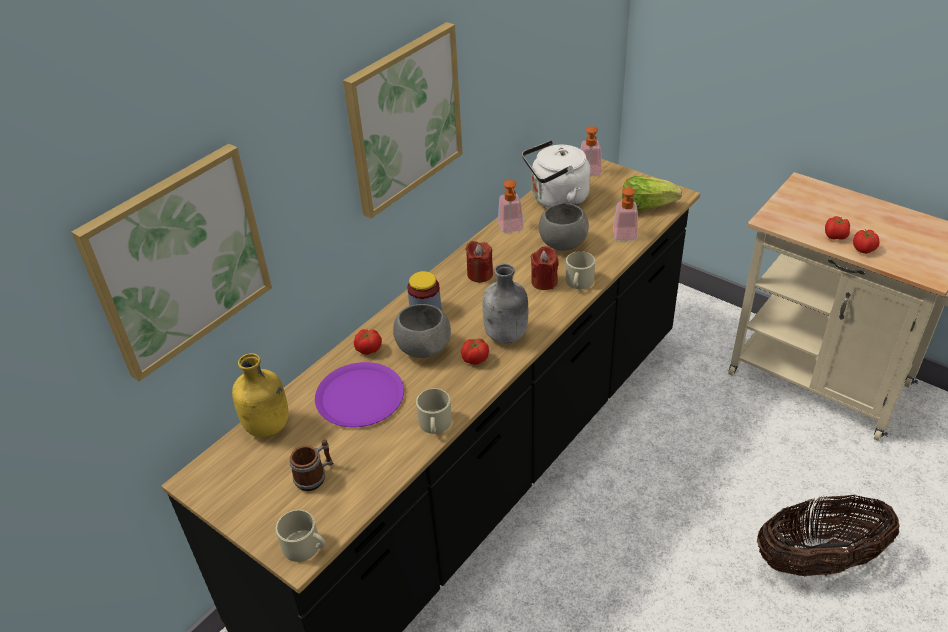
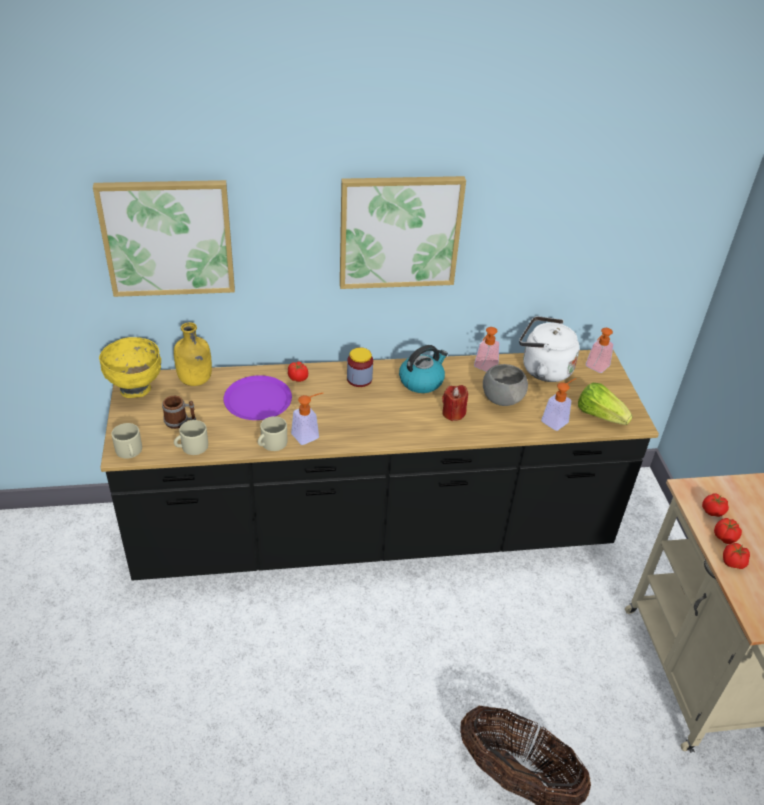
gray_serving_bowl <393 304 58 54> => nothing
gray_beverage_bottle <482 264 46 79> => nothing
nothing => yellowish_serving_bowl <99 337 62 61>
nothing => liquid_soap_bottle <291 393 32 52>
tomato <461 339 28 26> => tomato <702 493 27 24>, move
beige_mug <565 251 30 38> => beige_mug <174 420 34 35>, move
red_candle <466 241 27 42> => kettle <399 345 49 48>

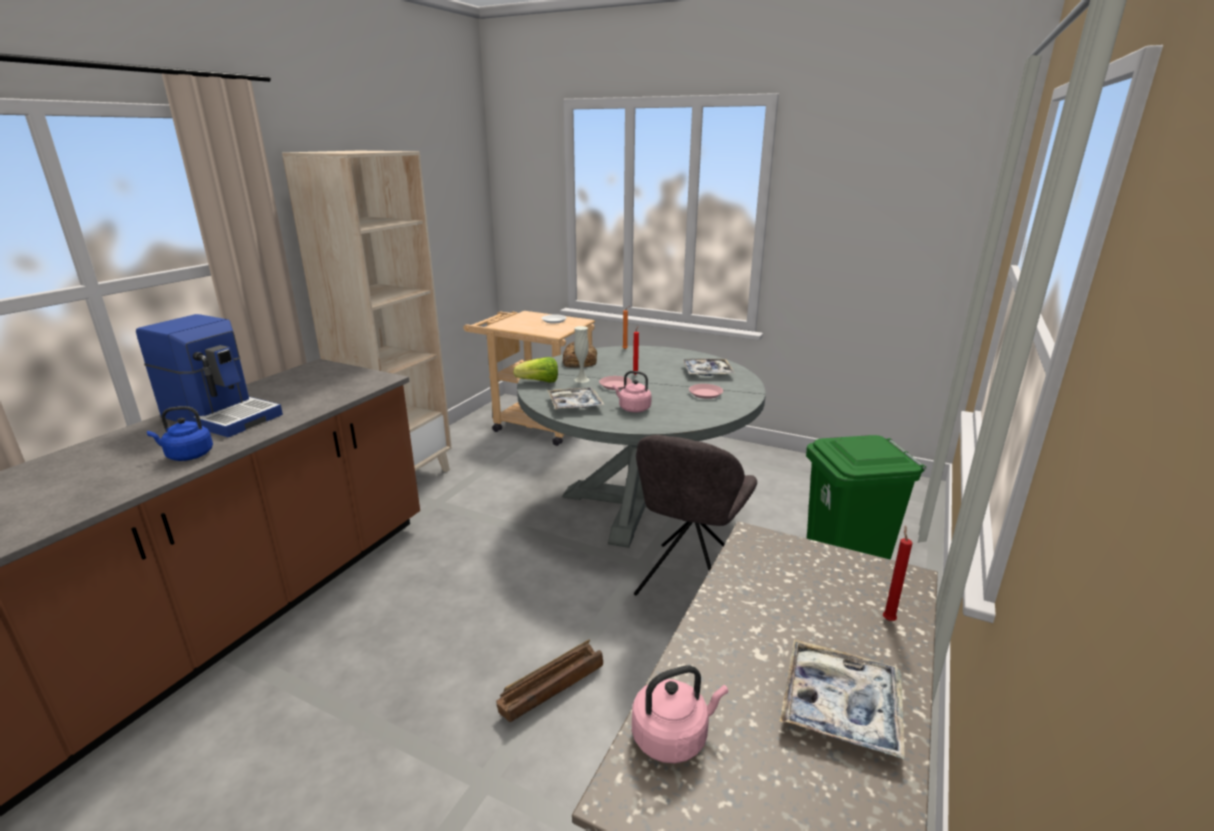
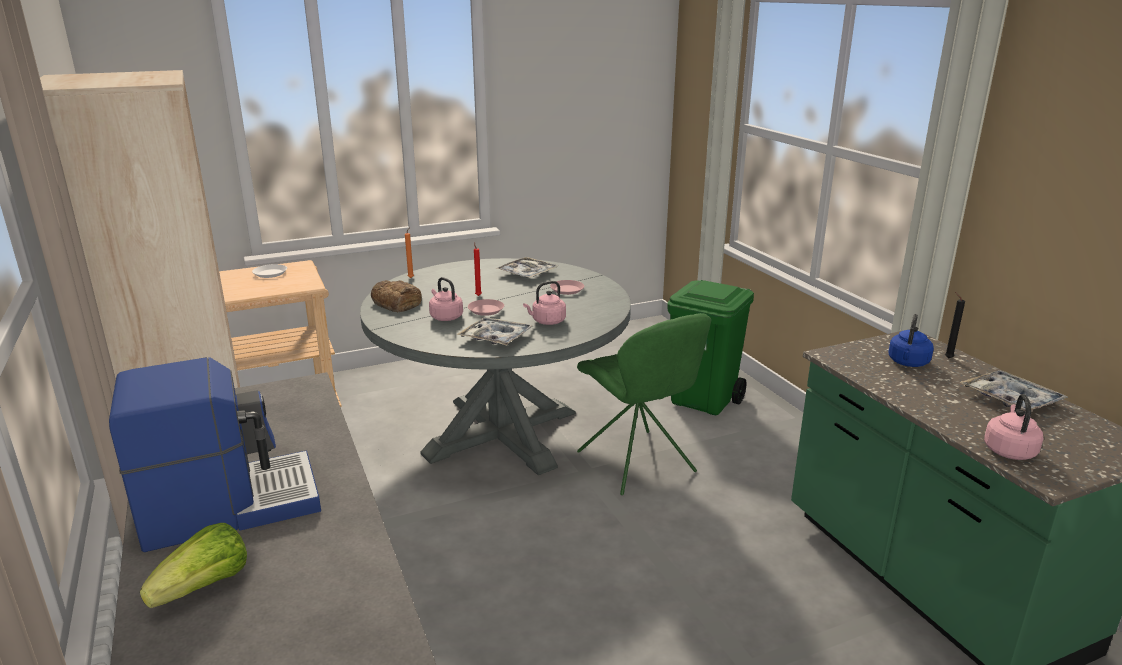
crate <496 640 107 82> => nothing
bluish_kettle <147 406 66 55> => bluish_kettle <888 314 46 53>, move
lettuce_head <513 357 45 26> => lettuce_head <140 523 107 85>, move
white_flower_vase <574 326 16 57> => pink-coloured_kettle <429 277 34 44>
gray_chair <634 435 123 161> => greenish_chair <577 313 134 182>
red_candle <883 525 30 96> => blackish_candle <945 292 20 66>

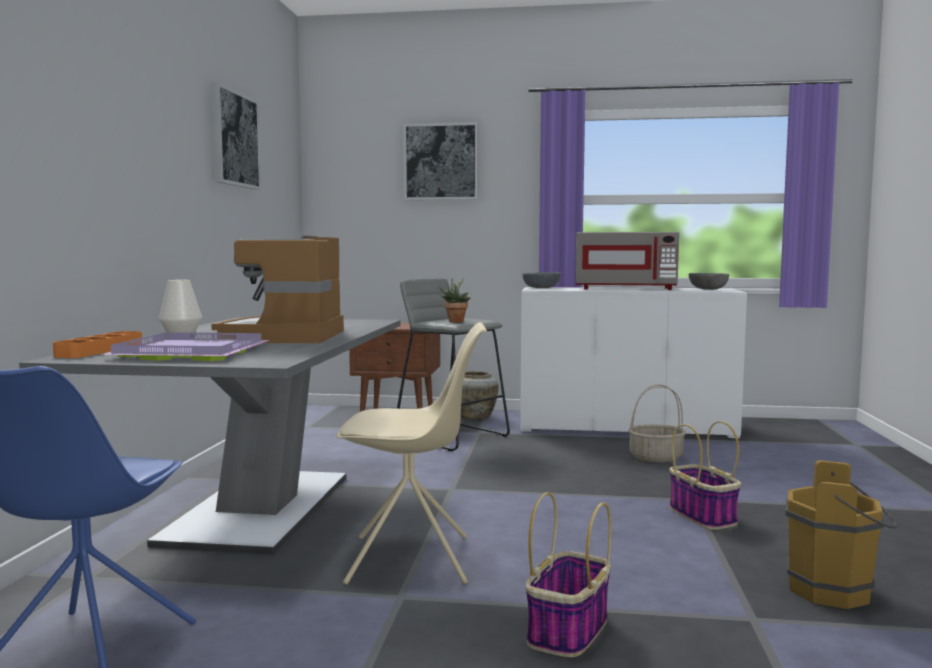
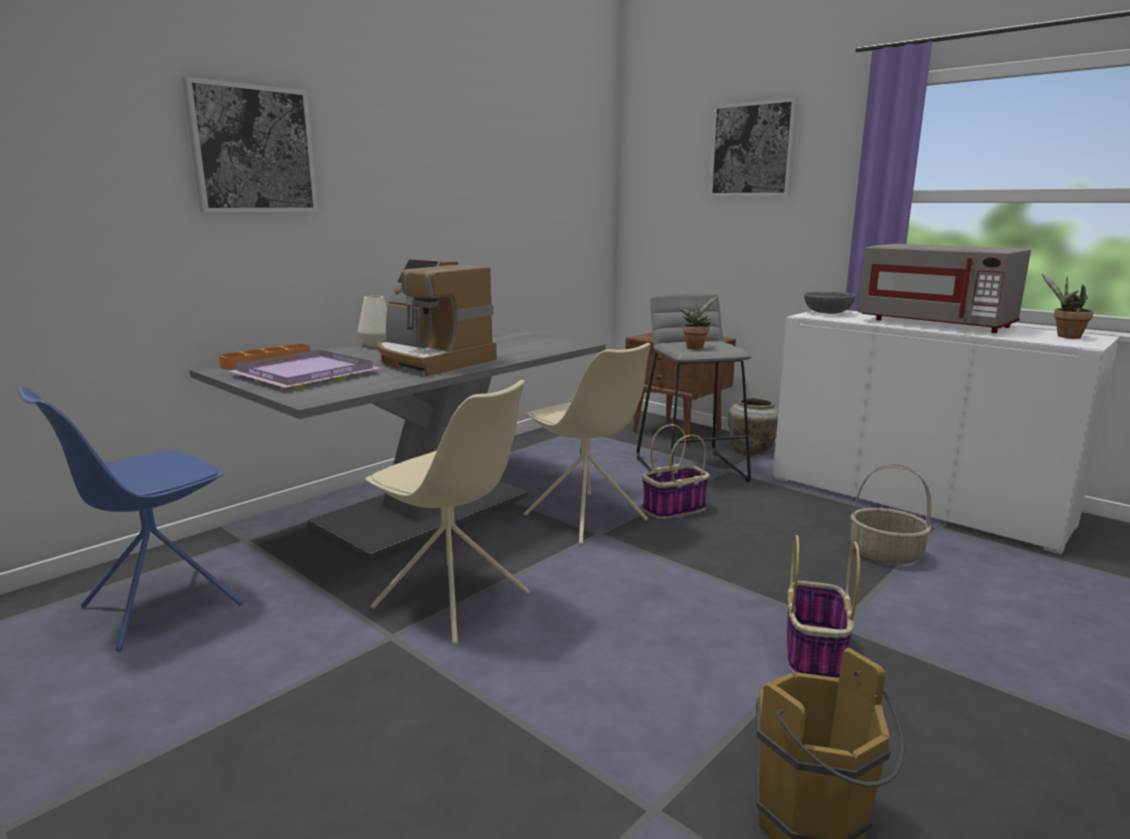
nothing => beige_chair <524 343 127 202>
wall_picture <211 82 50 108> => wall_picture <182 77 136 135>, move
storage_basket <525 492 87 166> => storage_basket <642 424 68 95>, move
gray_serving_bowl <689 273 40 17> => houseplant <1042 274 52 65>
coffee_maker <211 236 133 107> => coffee_maker <377 259 120 117>, 90 degrees counterclockwise

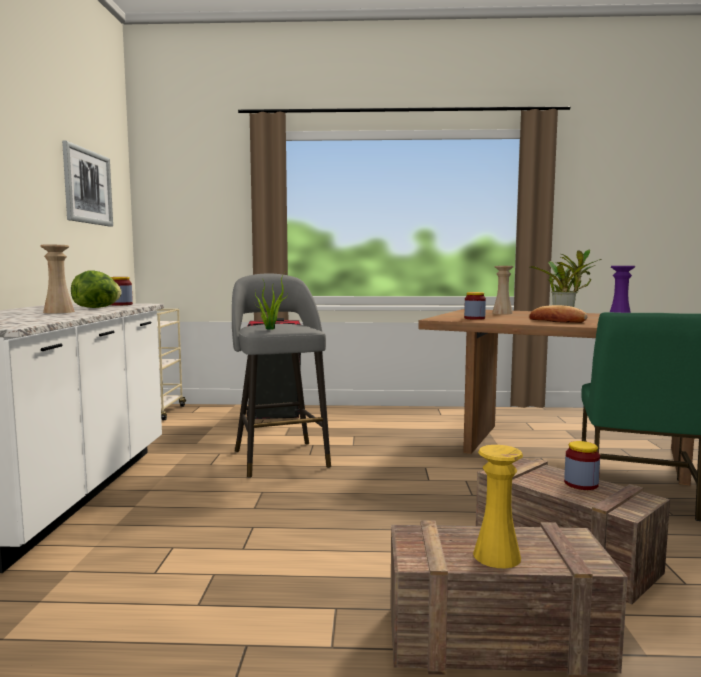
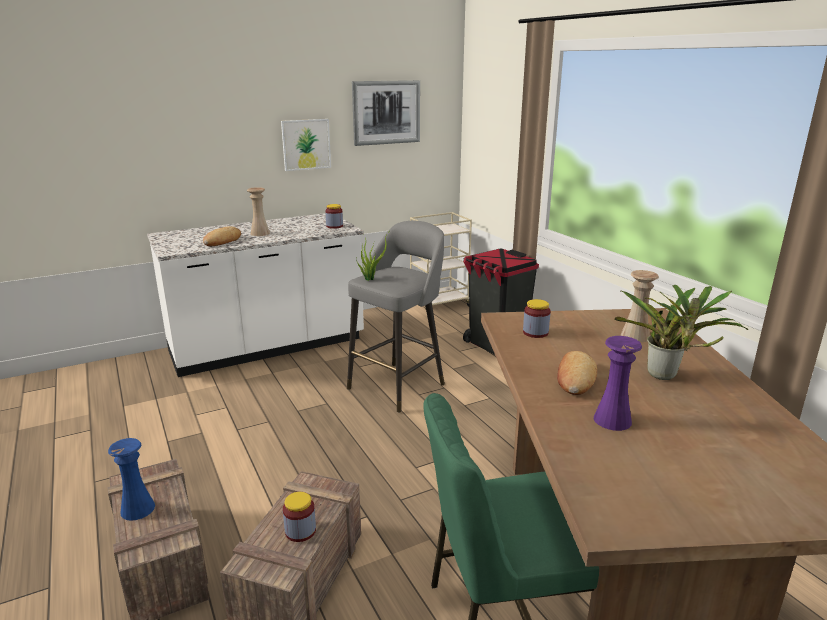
lettuce_head <71 270 51 38> => nothing
nothing => bakery_bread <203 226 38 20>
nothing => wall_picture <281 119 50 52>
yellowish_flower_vase <473 445 50 123> => bluish_flower_vase <108 438 47 83>

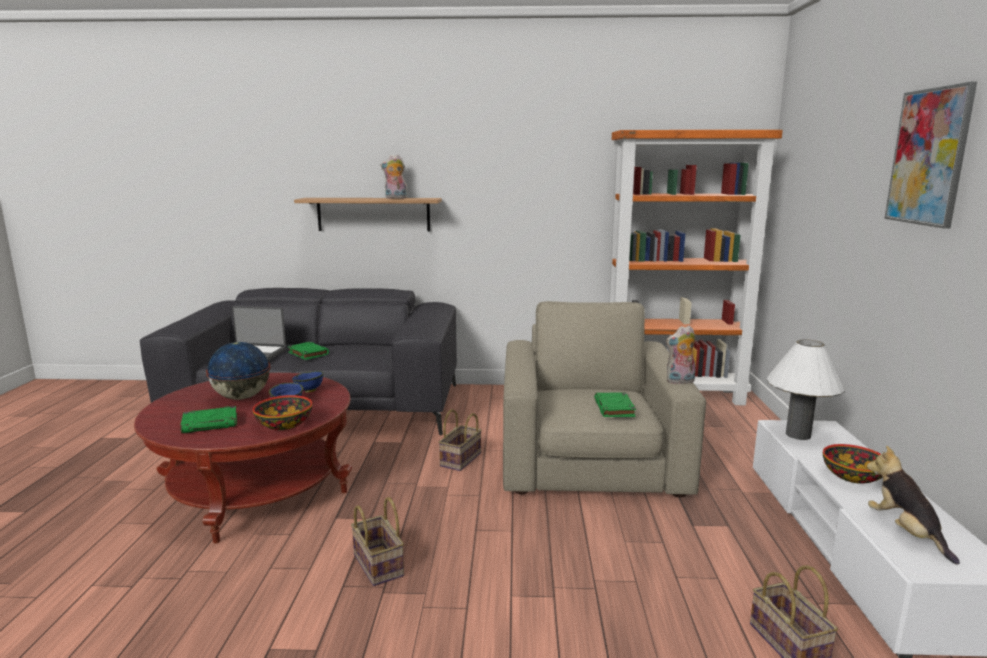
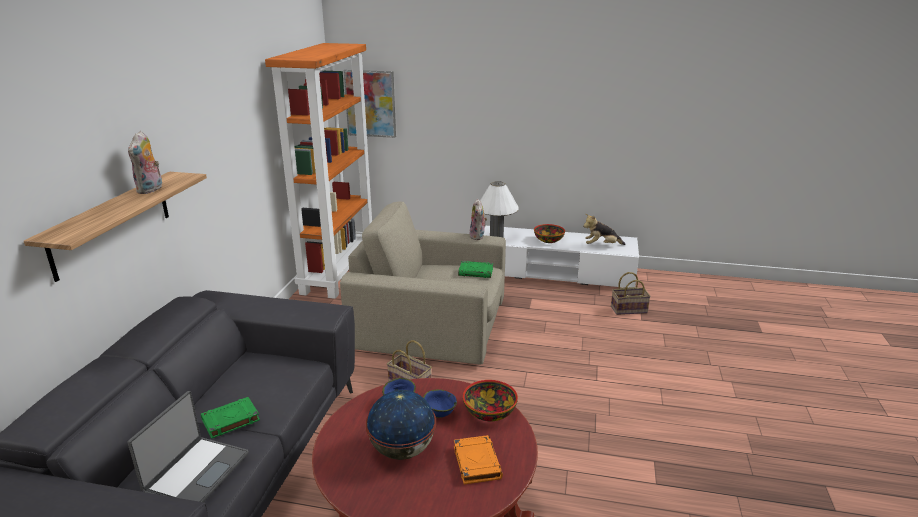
storage_basket <351 497 53 89> => nothing
wall_picture <884 82 93 147> => wall_picture <343 70 53 68>, move
greenish_bound_book <180 406 57 28> => orange_bound_book <454 435 49 49>

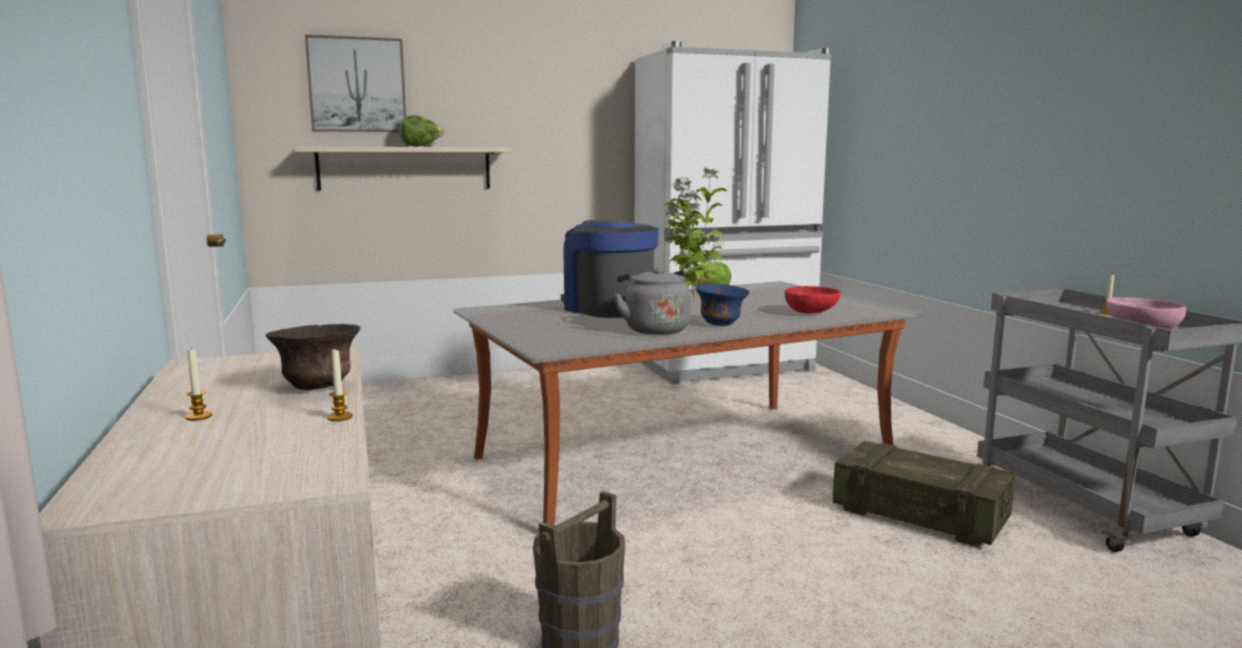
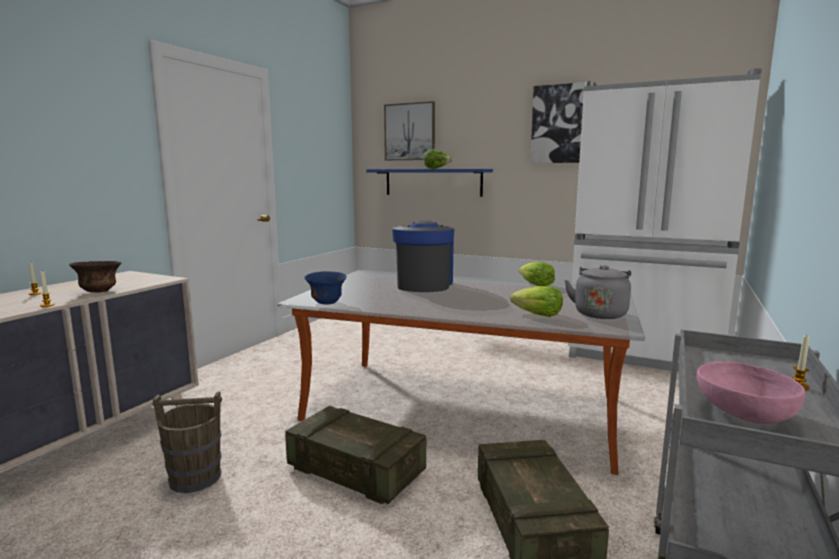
houseplant <663 167 64 134> => nothing
nothing => crate <285 406 141 98>
nothing => wall_picture <530 82 55 81>
gray_kettle <614 268 76 67> => gray_kettle <564 265 67 54>, move
bluish_serving_bowl <695 284 54 42> => bluish_serving_bowl <305 271 42 34>, move
red_serving_bowl <785 286 56 27> => lettuce_head <511 286 52 31>
beige_shelf <295 147 216 44> => bluish_shelf <366 169 127 28>

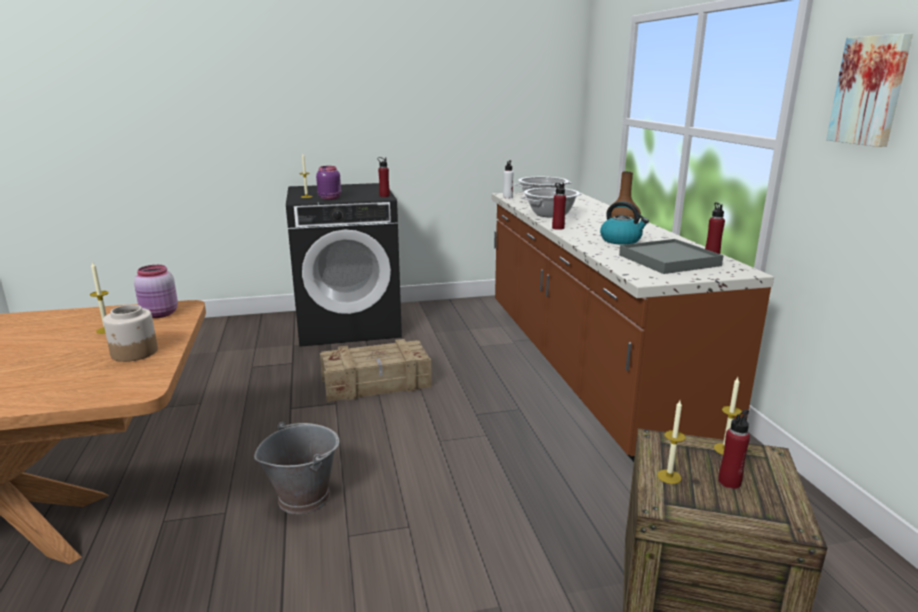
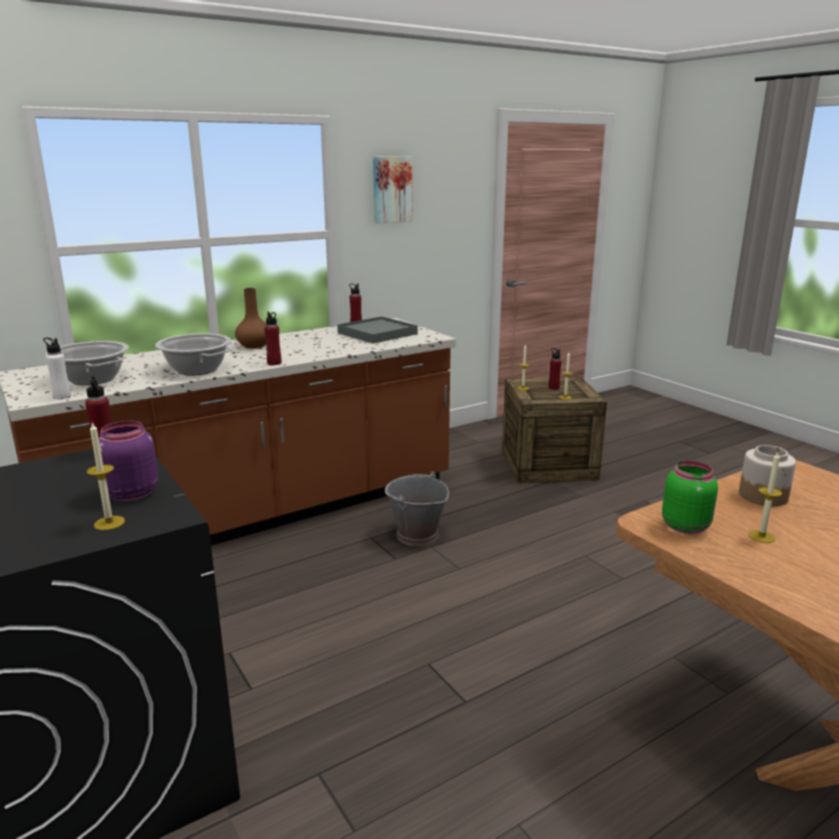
crate <320 339 112 63> => nothing
kettle <600 201 49 44> => nothing
gray_water_bucket <254 422 86 92> => gray_water_bucket <385 472 64 74>, move
pink-coloured_jar <134 265 44 53> => greenish_jar <662 461 56 73>

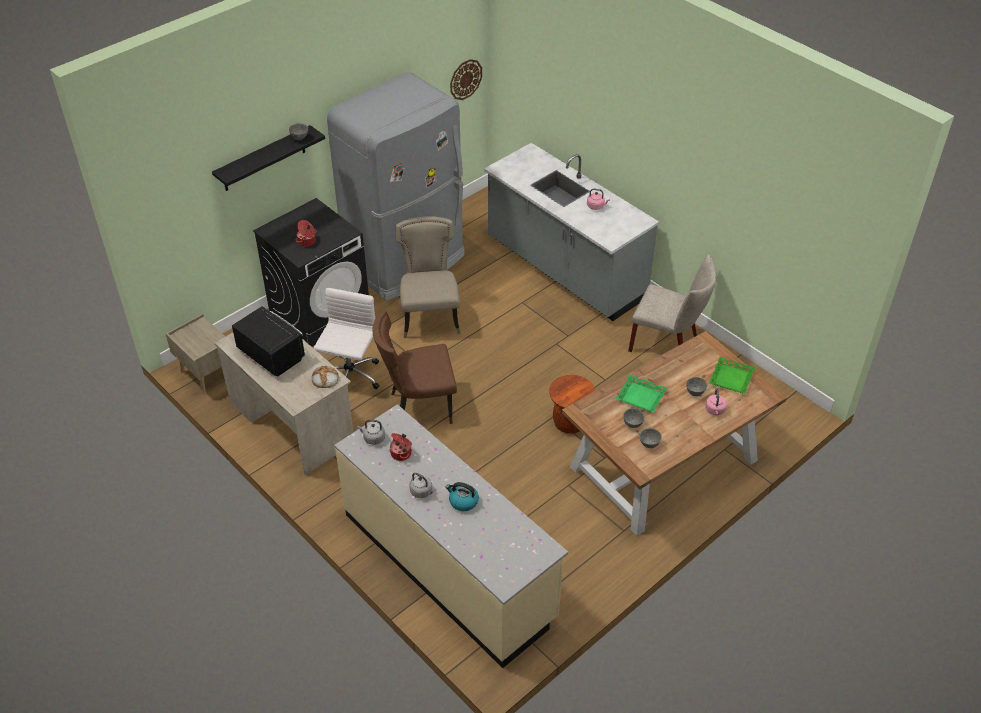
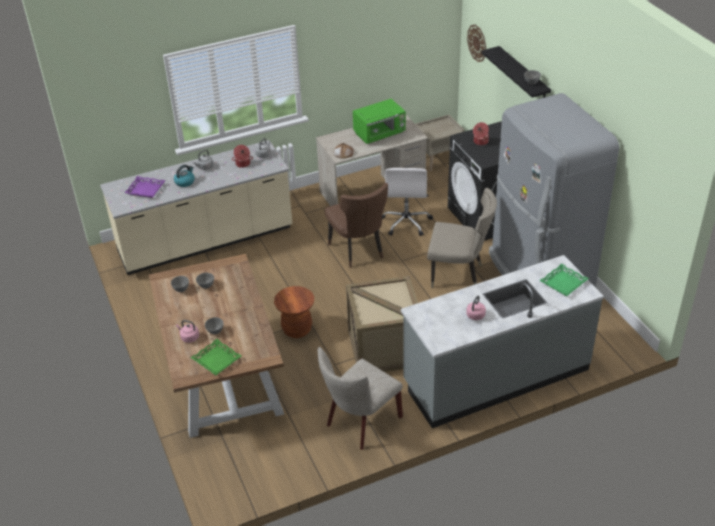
nothing => purple-coloured_serving_tray <124 176 42 22>
nothing => crate <346 276 72 96>
clock_on_the_wall <450 59 32 41> => clock_on_the_wall <467 25 19 37>, move
greenish_serving_tray <615 375 52 38> => greenish_serving_tray <539 264 50 32>, move
blackish_microwave <232 306 73 71> => greenish_microwave <353 99 53 45>
white_office_chair <314 288 65 101> => white_office_chair <382 168 51 68>, 60 degrees clockwise
brown_chair <372 310 85 114> => brown_chair <325 183 63 85>, 150 degrees clockwise

